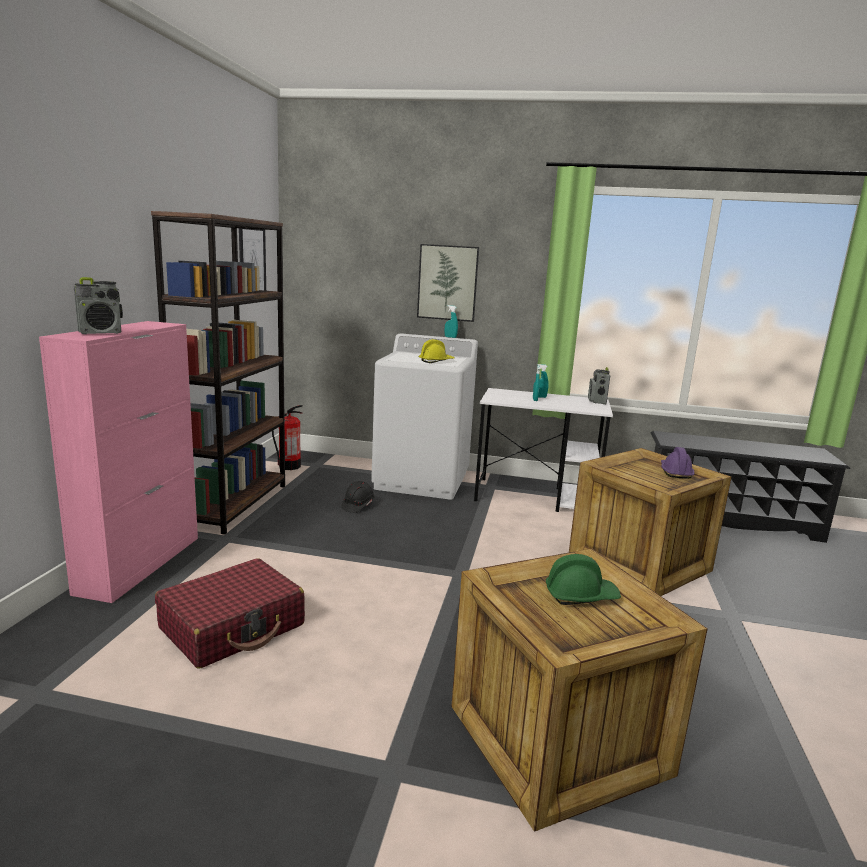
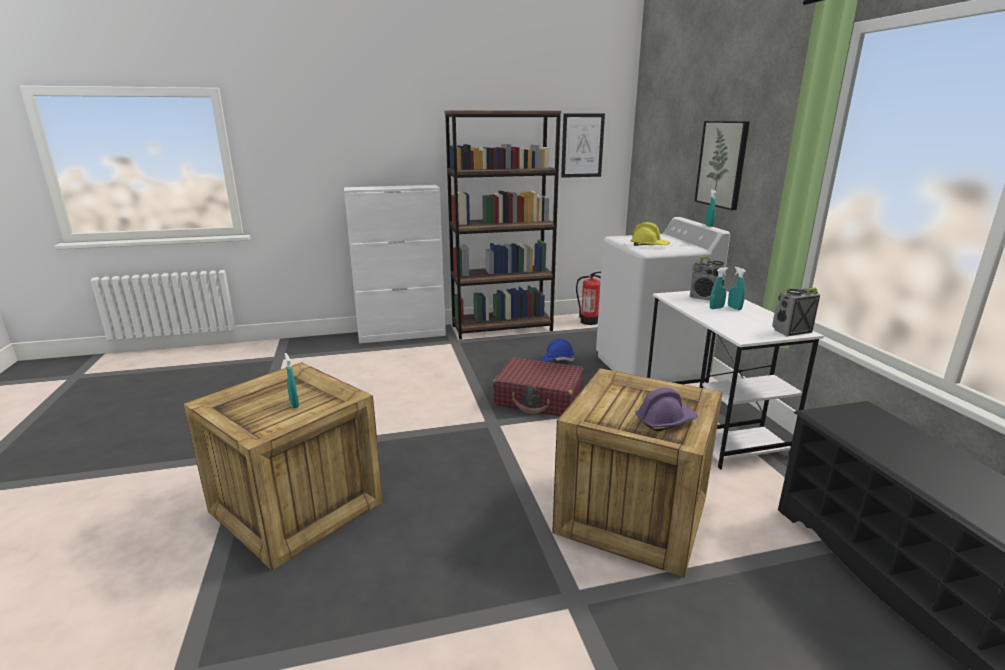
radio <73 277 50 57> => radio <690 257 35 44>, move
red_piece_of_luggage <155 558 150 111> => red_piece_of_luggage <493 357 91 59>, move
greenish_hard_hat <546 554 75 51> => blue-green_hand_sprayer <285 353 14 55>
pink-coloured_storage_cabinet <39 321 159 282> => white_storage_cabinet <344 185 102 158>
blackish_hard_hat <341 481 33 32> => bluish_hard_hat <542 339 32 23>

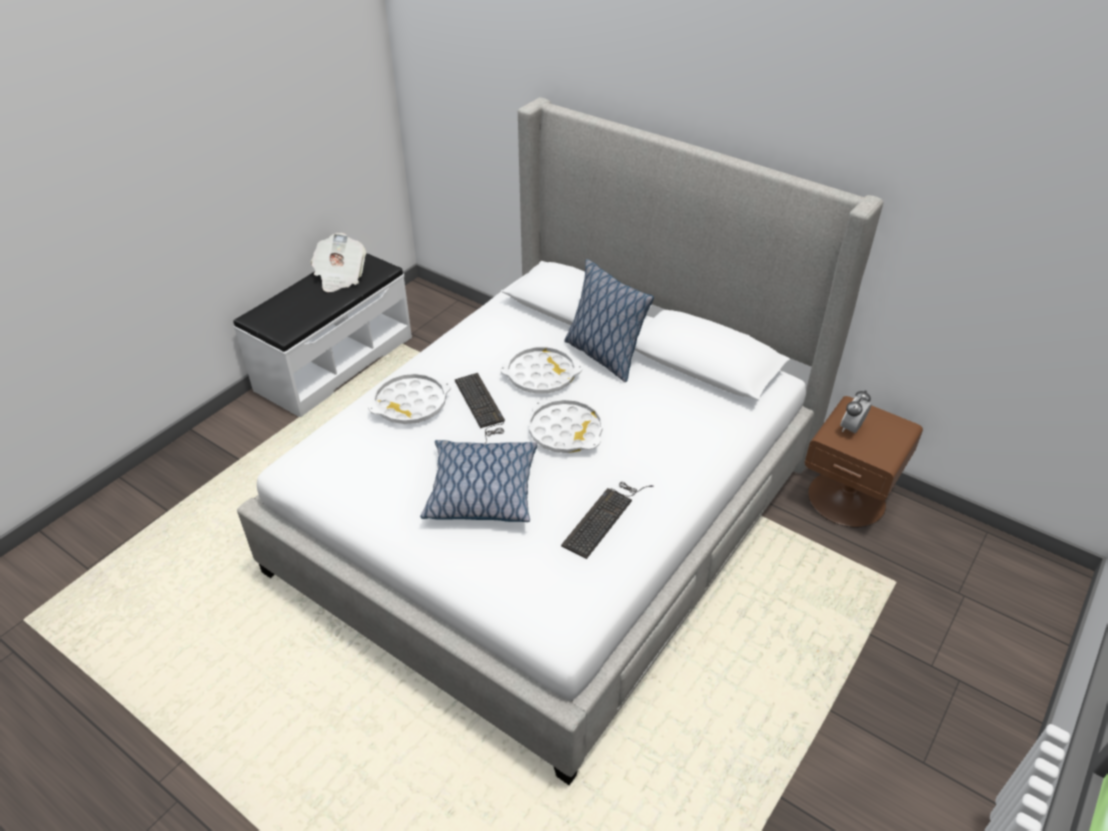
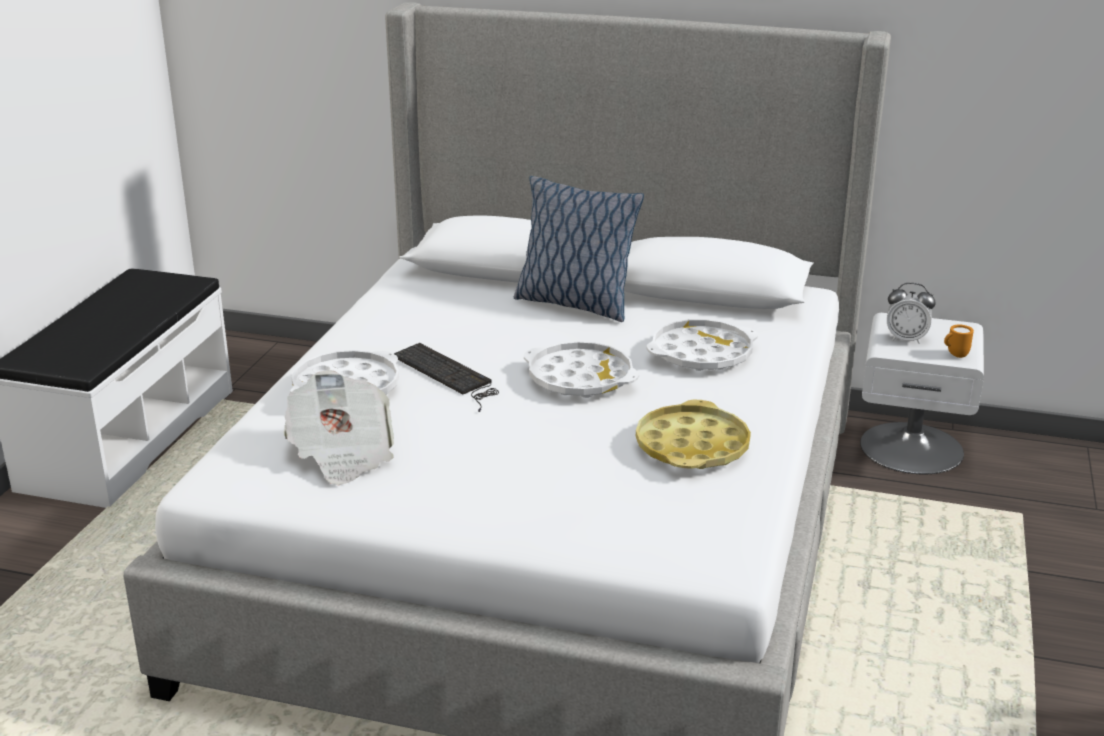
throw_pillow <420 440 117 82> => nothing
nothing => orange_mug <944 325 30 33>
newspaper <311 233 55 59> => newspaper <283 371 111 114>, move
white_serving_tray <500 347 82 47> => white_serving_tray <646 319 112 52>, move
computer_keyboard <561 482 93 77> => yellowish_serving_tray <636 400 115 69>
brown_bedside_table <805 396 118 131> => white_bedside_table <860 313 124 161>
alarm_clock <840 390 31 43> => alarm_clock <887 283 49 61>, 90 degrees counterclockwise

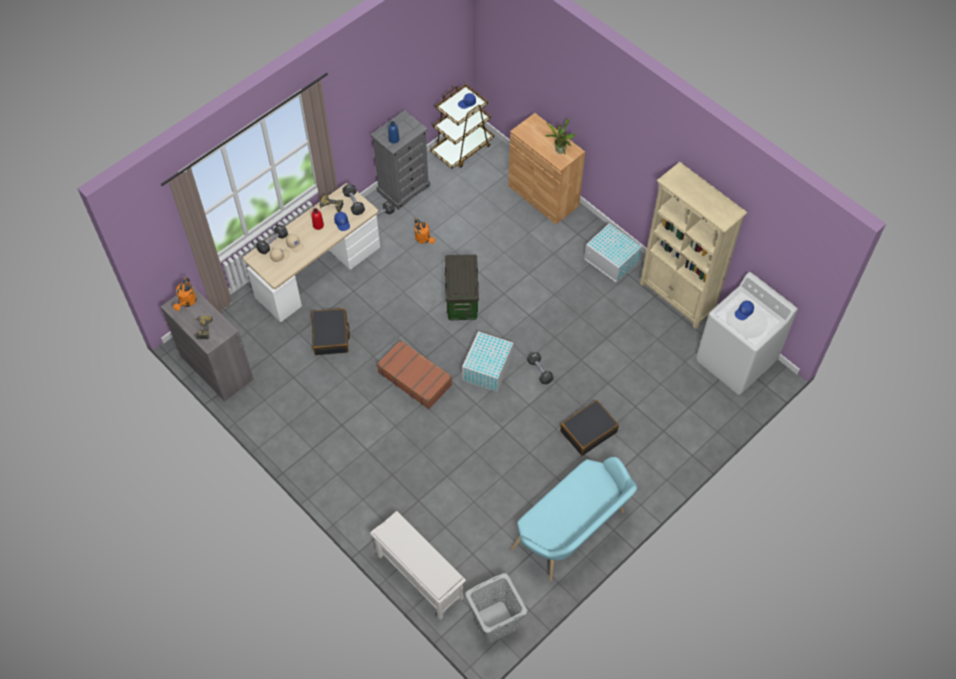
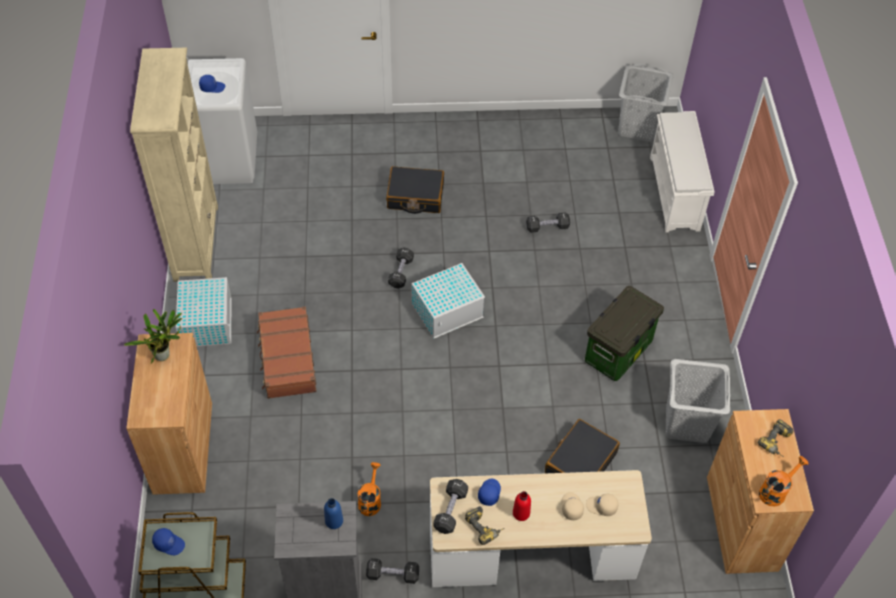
blue-green_bench <511 457 126 124> => nothing
nothing => gray_hamper <666 359 64 84>
blackish_hand_weight <256 225 32 29> => blackish_hand_weight <526 213 44 20>, move
brown_piece_of_luggage <377 340 75 70> => brown_piece_of_luggage <257 307 60 92>, move
storage_container <445 254 34 66> => storage_container <585 286 79 95>, move
gray_storage_cabinet <161 284 93 117> => brown_storage_cabinet <707 409 107 165>

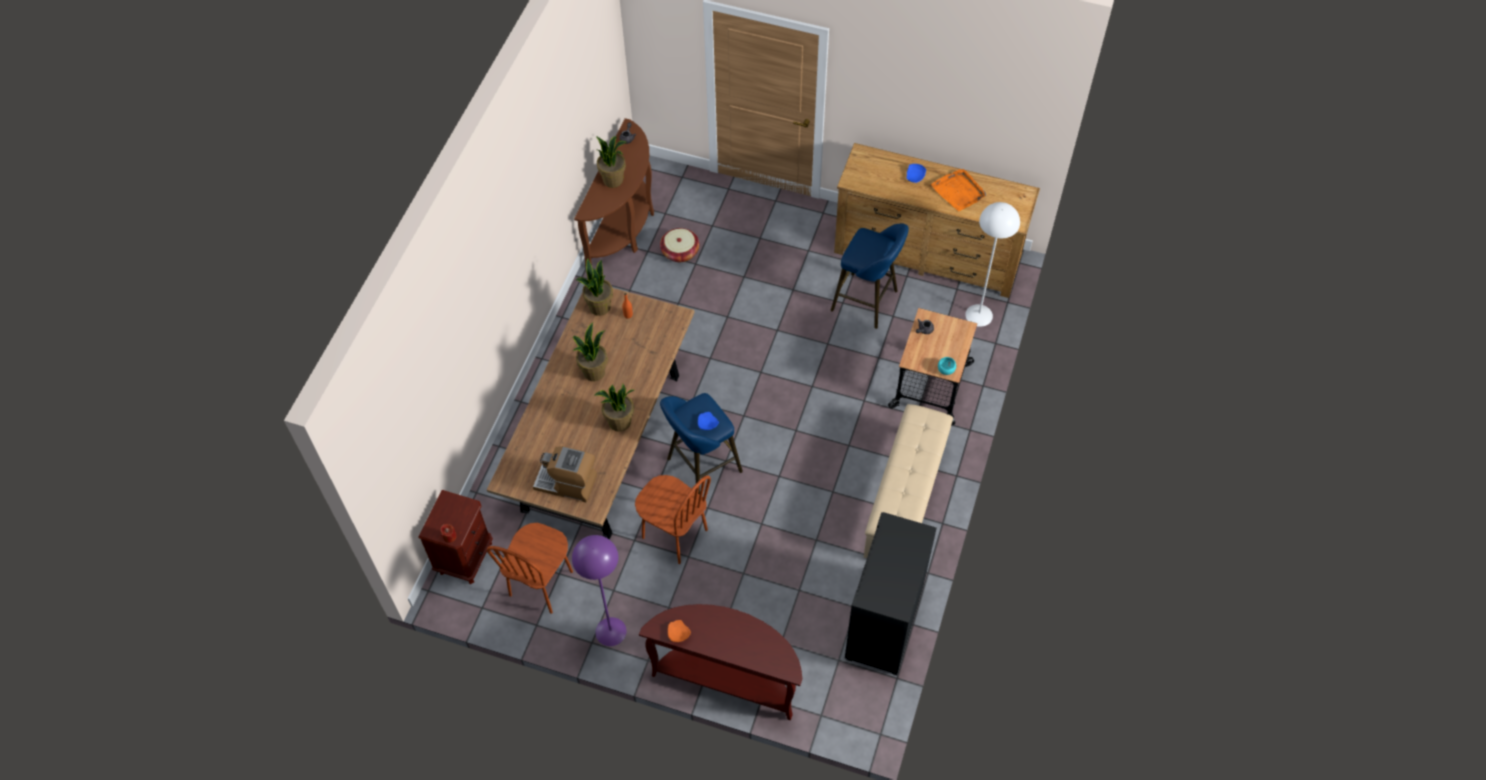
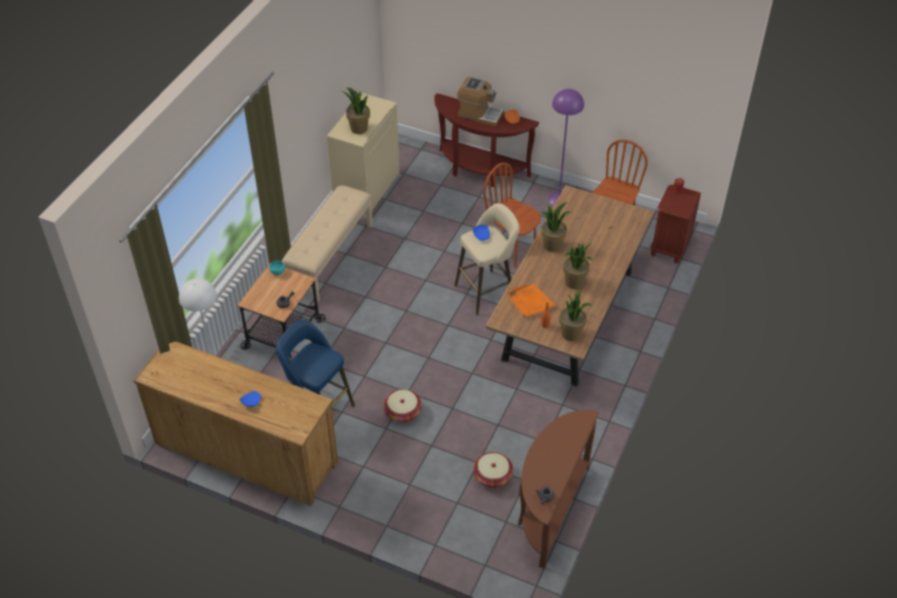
nothing => storage_basket <383 389 39 34>
coffee_maker <533 446 64 56> => coffee_maker <457 77 47 49>, move
houseplant <596 136 31 52> => houseplant <342 87 28 47>, move
orange_serving_tray <931 169 55 42> => orange_serving_tray <507 284 49 32>, move
bluish_sitting_stool <660 393 83 102> => beige_sitting_stool <454 203 66 112>
blackish_storage_cabinet <845 512 92 163> => beige_storage_cabinet <327 93 73 125>

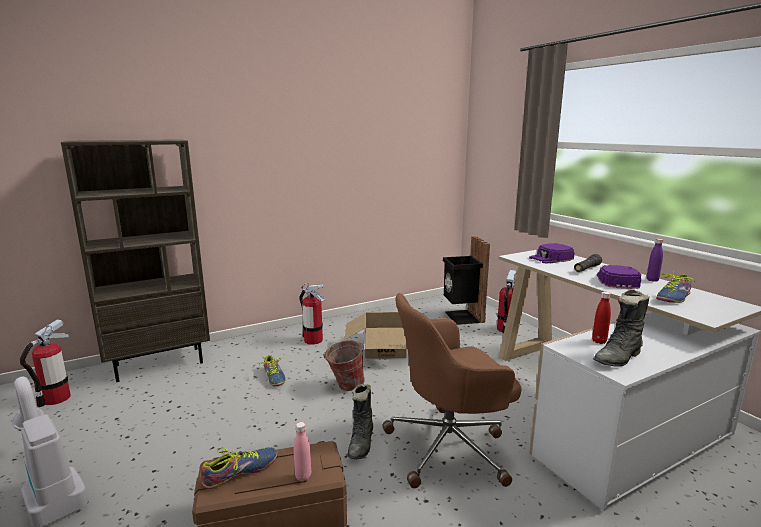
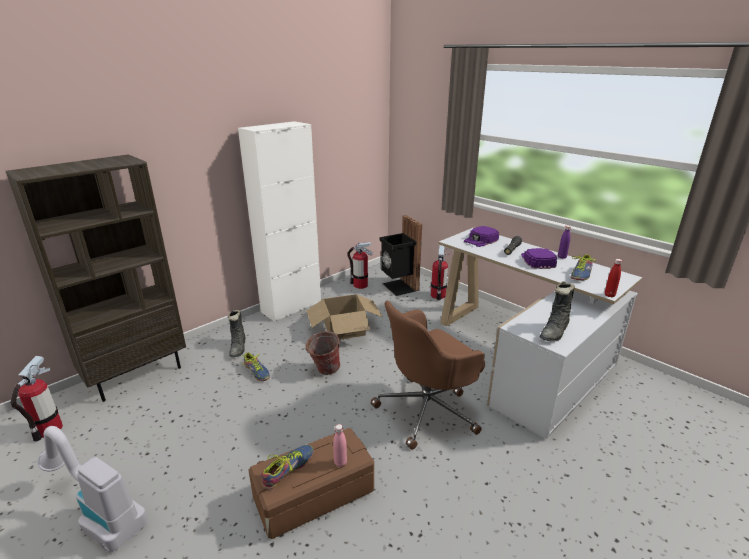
nothing => white_storage_cabinet <238 121 83 201>
fire-fighting_cylinder <300 283 25 62> => fire-fighting_cylinder <347 242 26 47>, move
blackish_high-top_boot <347 384 26 75> => blackish_high-top_boot <228 310 18 47>, move
red_beverage_bottle <592 292 19 52> => red_beverage_bottle <605 259 17 38>, move

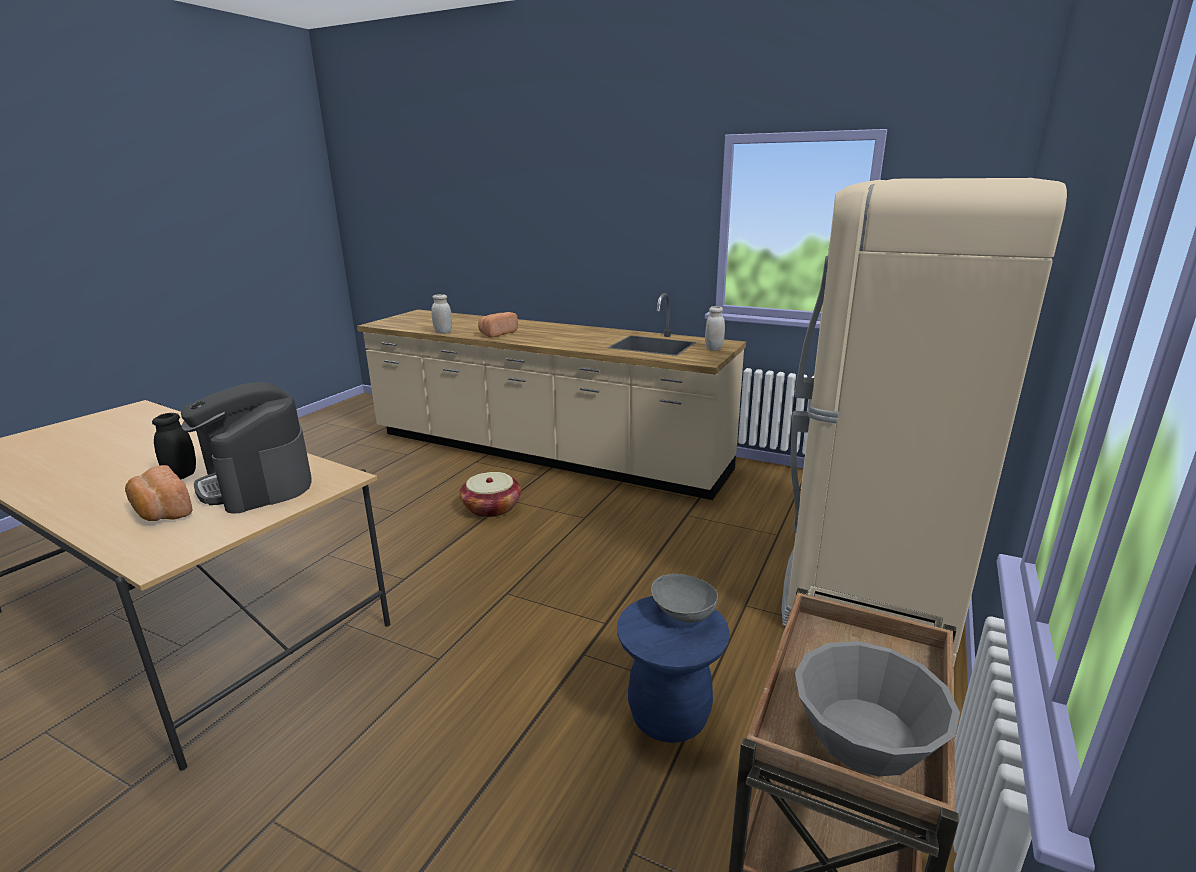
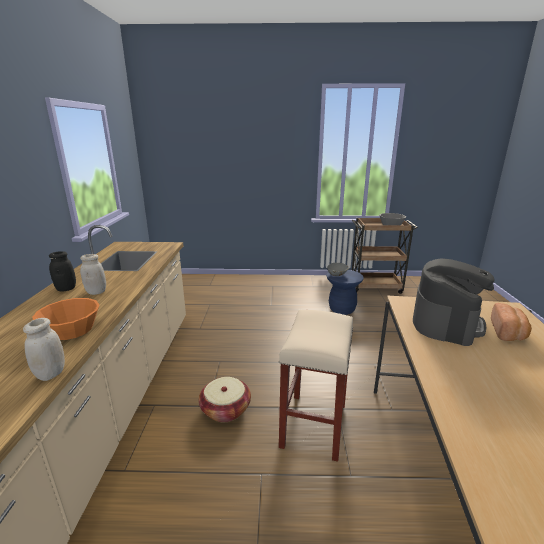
beige_kitchen_fridge <781 178 286 486> => nothing
nothing => beige_sitting_stool <279 310 74 152>
blackish_jar <152 413 44 66> => blackish_jar <49 251 27 40>, move
white_jar <705 306 20 45> => white_jar <80 254 26 41>, move
bakery_bread <478 312 40 26> => orange_serving_bowl <32 298 67 42>

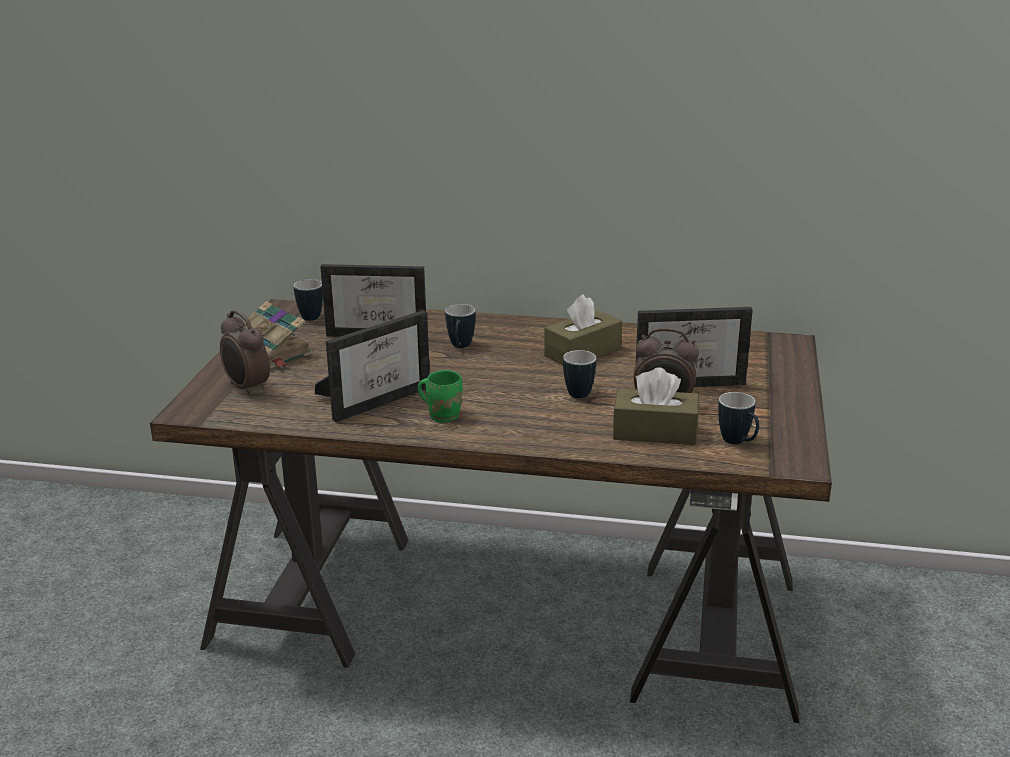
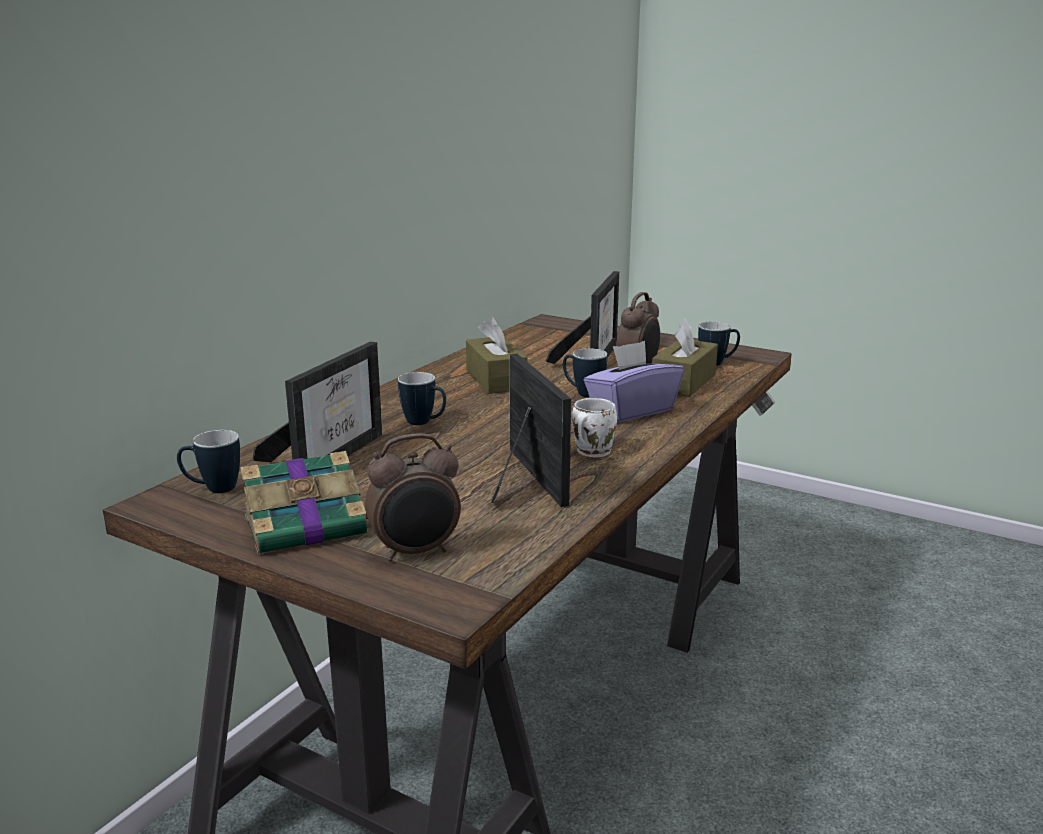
nothing => purple-coloured_tissue_holder <584 341 100 82>
greenish_mug <418 370 45 53> => white_mug <572 398 45 59>

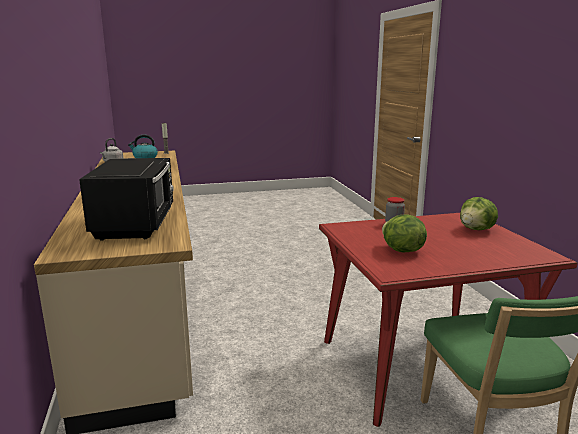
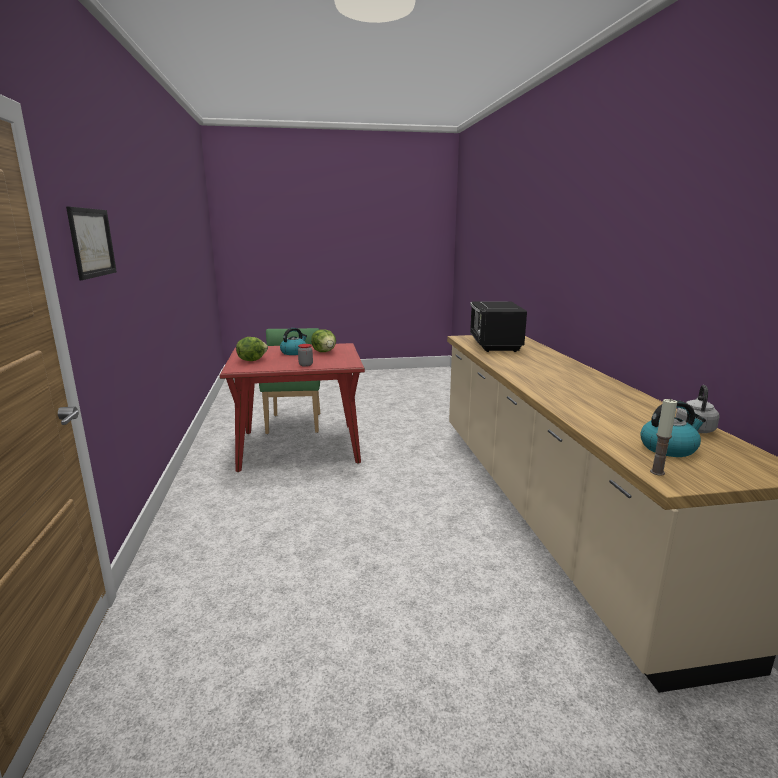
nothing => wall_picture <66 207 51 73>
nothing => kettle <280 328 27 27>

